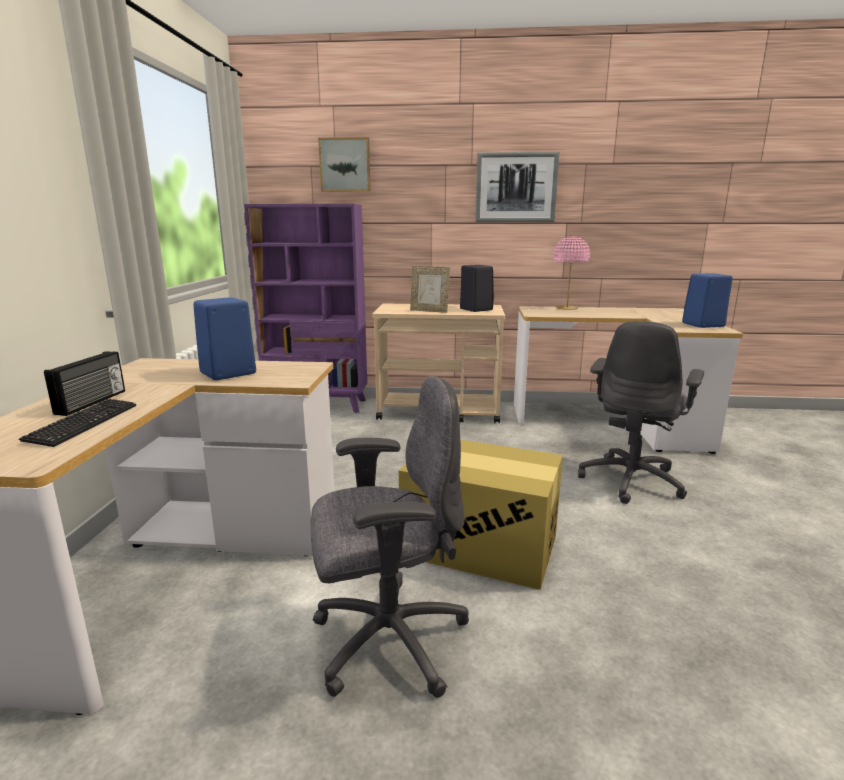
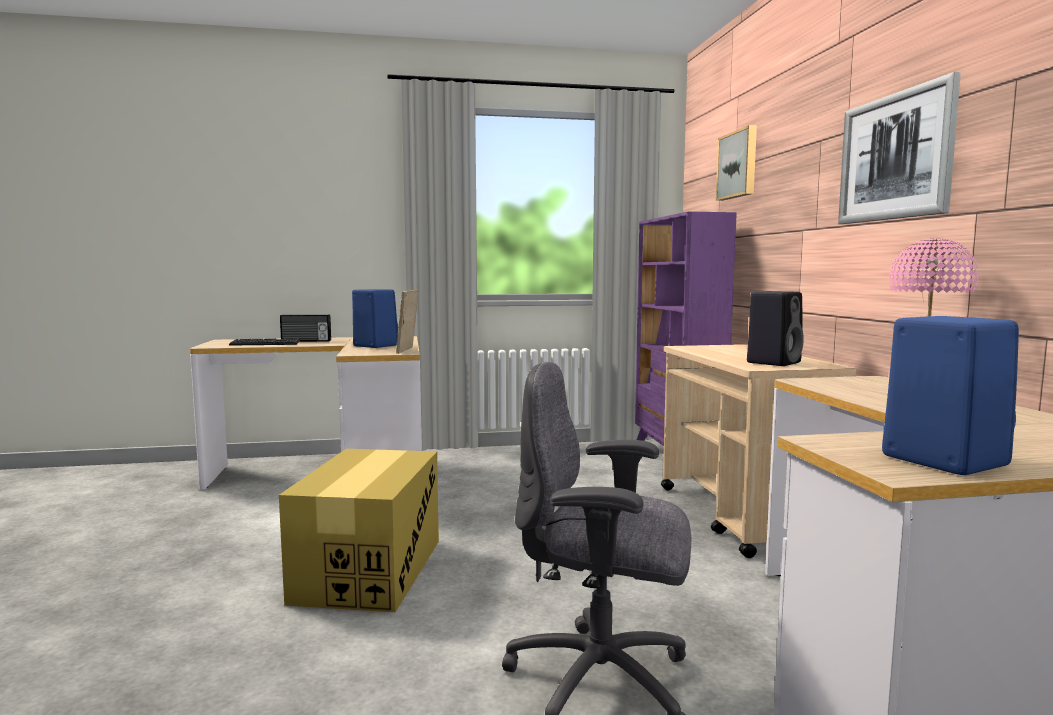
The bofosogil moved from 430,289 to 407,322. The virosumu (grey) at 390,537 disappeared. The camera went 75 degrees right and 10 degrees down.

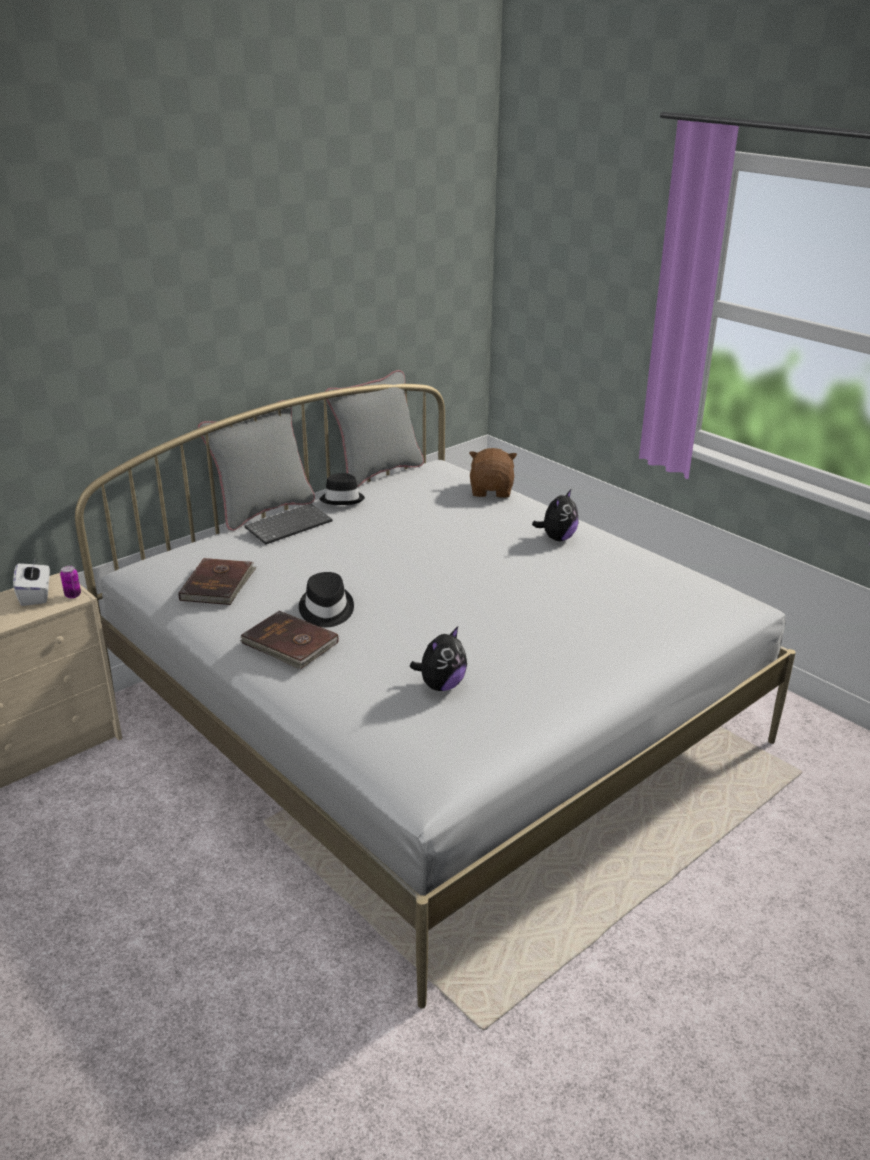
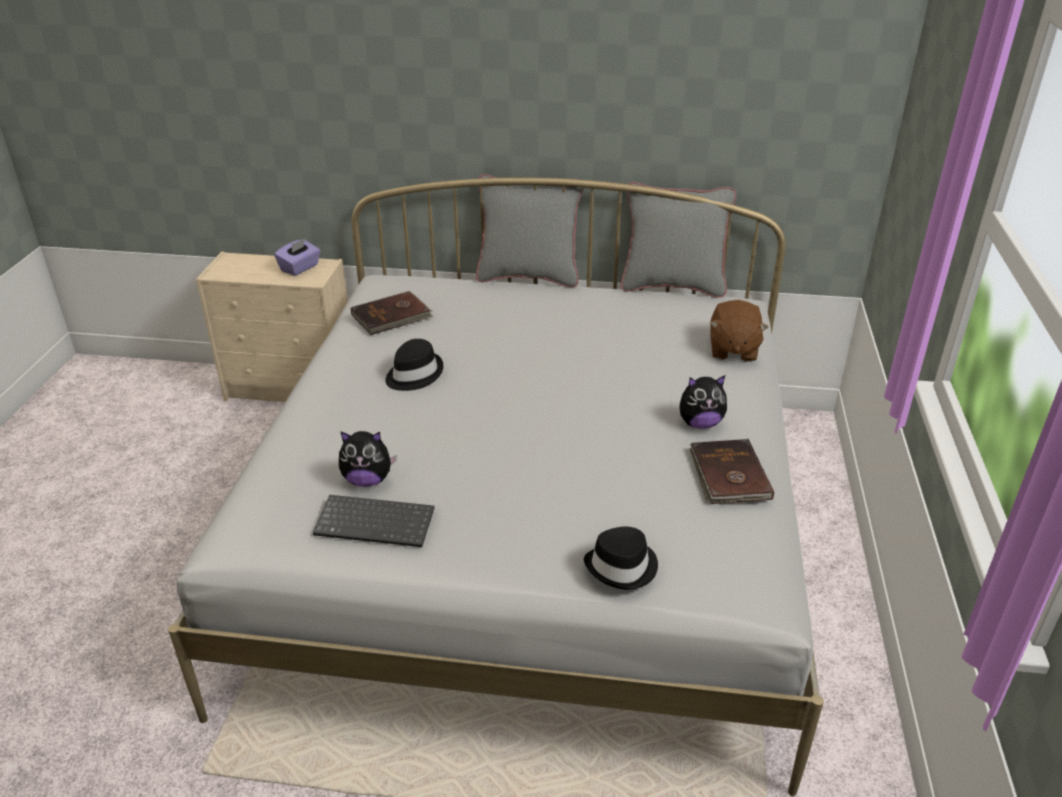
The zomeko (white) at 31,581 became the zomeko (purple) at 297,257. The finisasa moved from 289,524 to 373,521. The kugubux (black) moved from 342,489 to 621,558. The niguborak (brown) moved from 289,640 to 732,471. The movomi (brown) at 493,473 turned 135 degrees clockwise. The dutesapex at 70,582 disappeared. The camera went 50 degrees right and 5 degrees up.

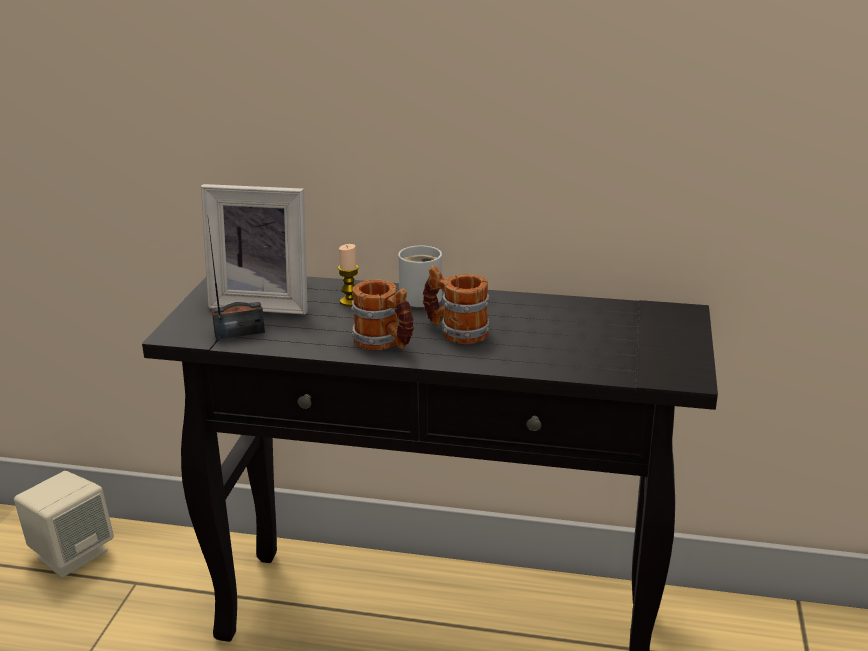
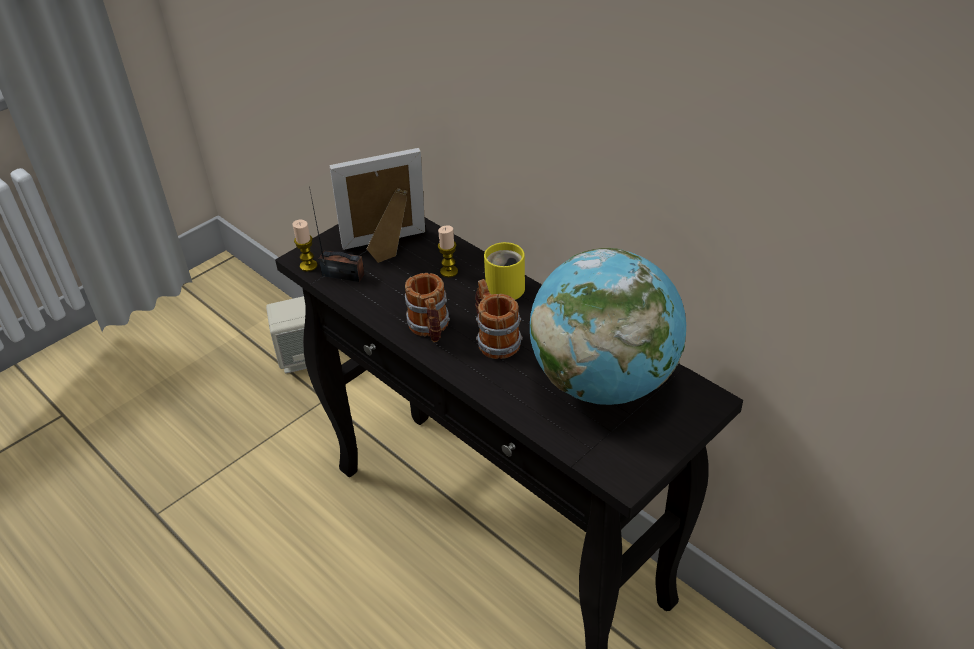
The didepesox at 305,246 appeared. The bofosogil at 254,249 turned 120 degrees clockwise. The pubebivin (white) at 420,276 became the pubebivin (yellow) at 504,271. The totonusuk at 608,326 appeared. The camera went 35 degrees right and 15 degrees up.

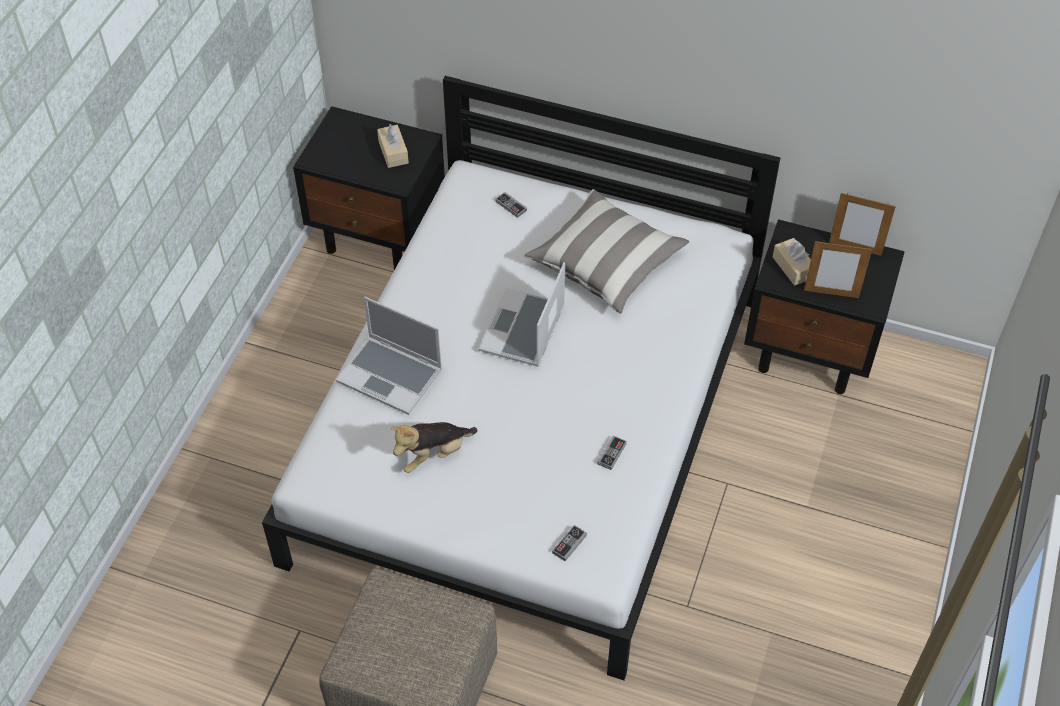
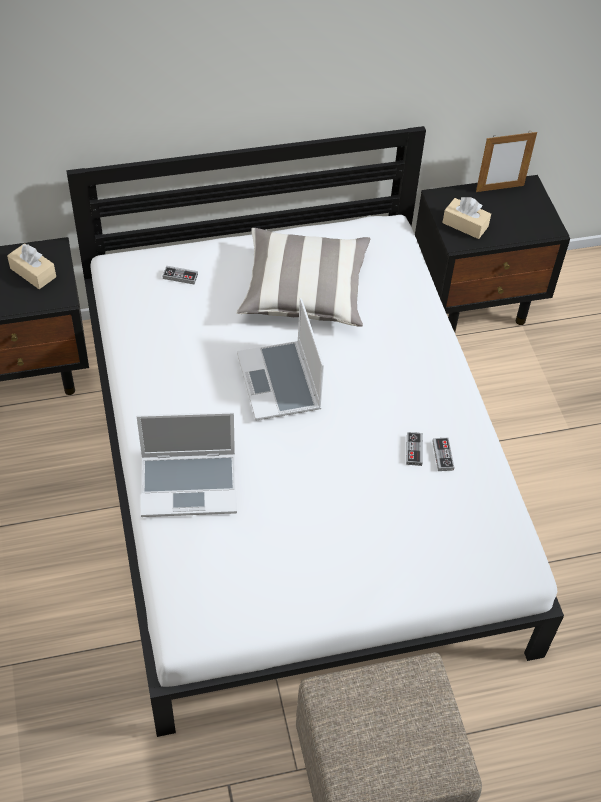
The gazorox moved from 569,543 to 414,449. The movomi at 434,447 disappeared. The bofosogil at 838,269 disappeared. The camera went 35 degrees left and 0 degrees up.

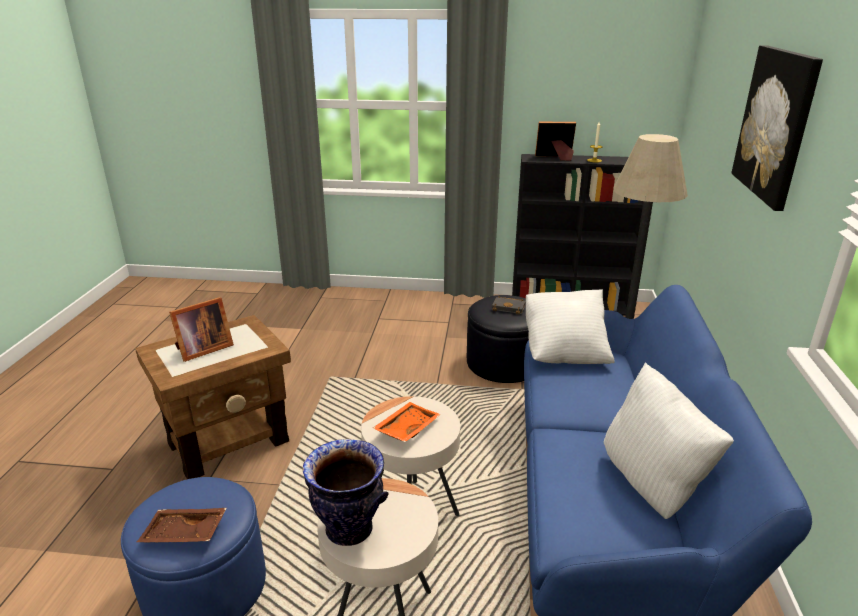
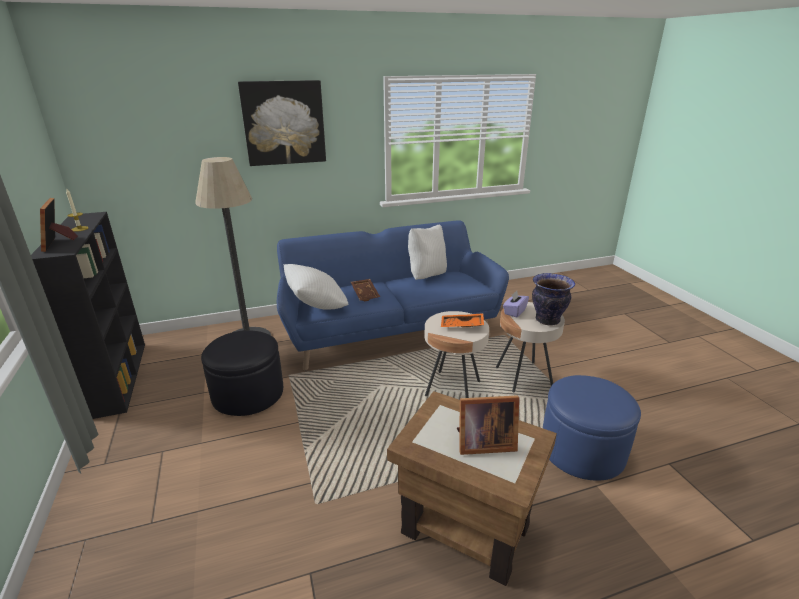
The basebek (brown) moved from 182,525 to 365,290. The bofosogil at 201,329 turned 150 degrees clockwise. The zomeko (purple) at 516,304 appeared. The niguborak (black) at 509,305 disappeared. The camera went 115 degrees left and 0 degrees up.

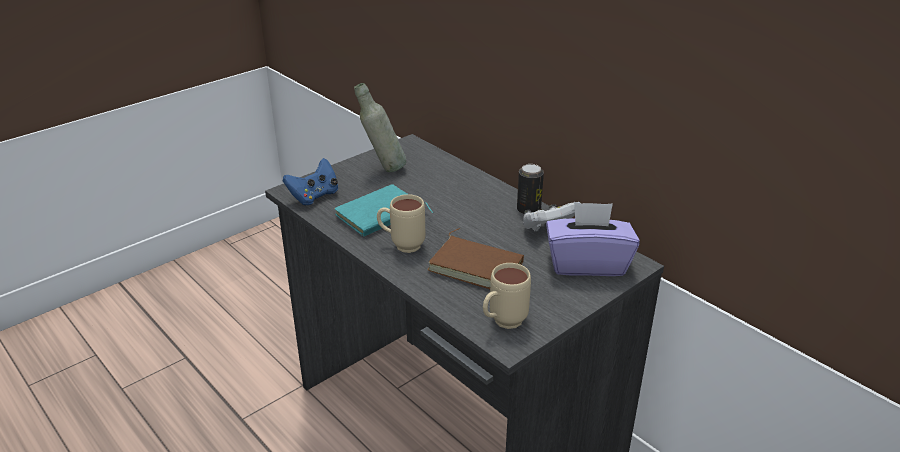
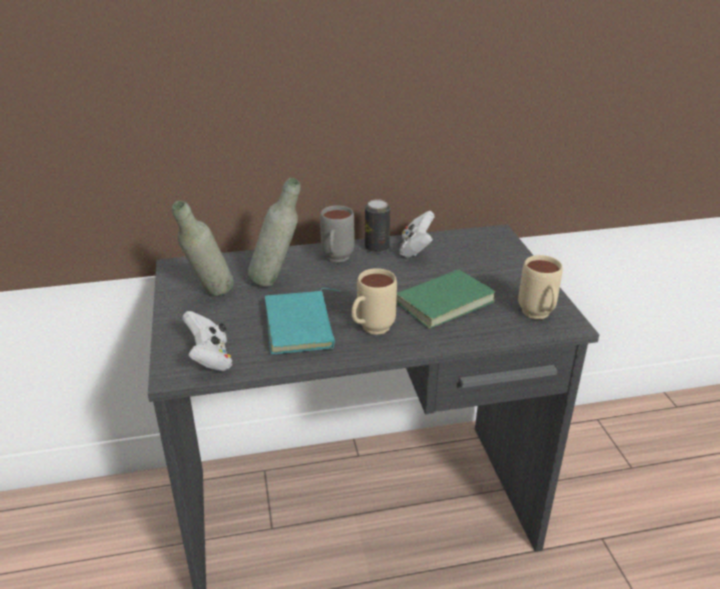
The gazorox (blue) at 310,181 became the gazorox (white) at 207,341. The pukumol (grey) at 274,232 appeared. The pubebivin (grey) at 337,234 appeared. The niguborak (brown) at 475,258 became the niguborak (green) at 445,298. The zomeko (purple) at 593,239 disappeared. The camera went 60 degrees left and 0 degrees up.

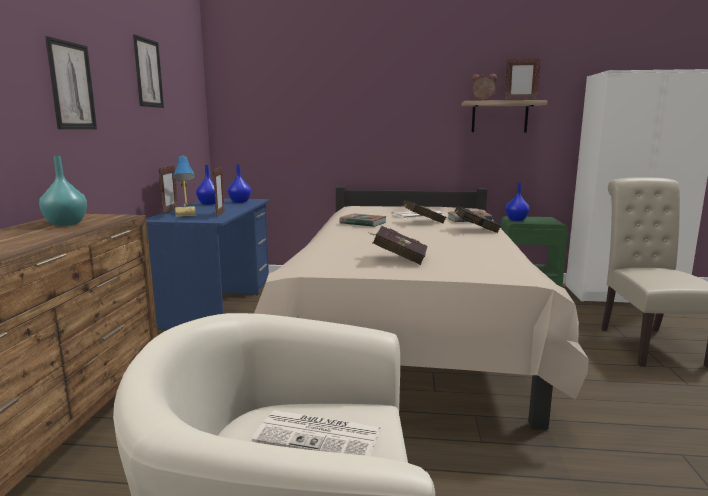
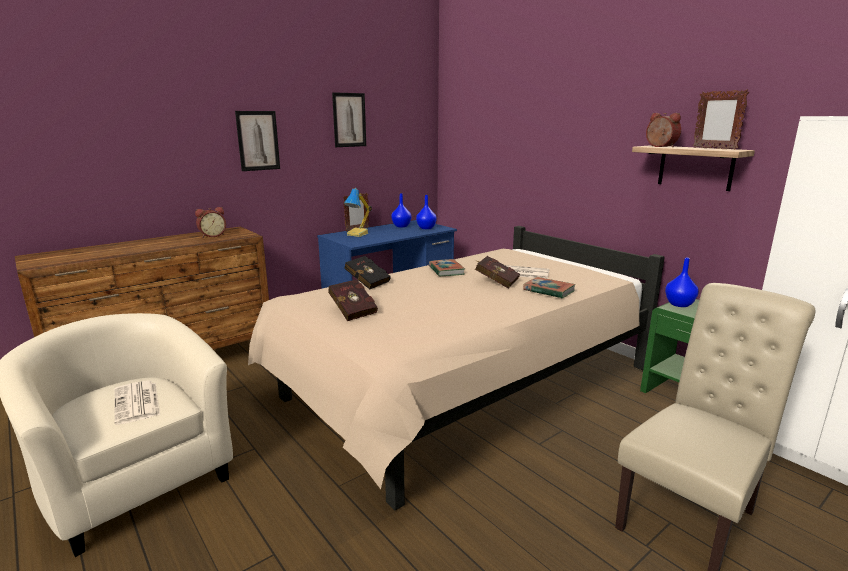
The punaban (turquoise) at 63,191 was replaced by the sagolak at 210,222. The niguborak (black) moved from 475,219 to 367,273. The bofosogil at 219,192 disappeared. The camera went 45 degrees right and 5 degrees up.

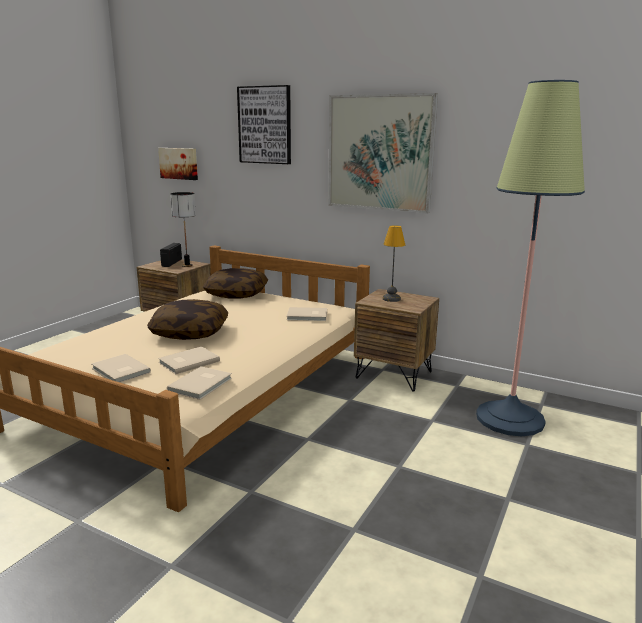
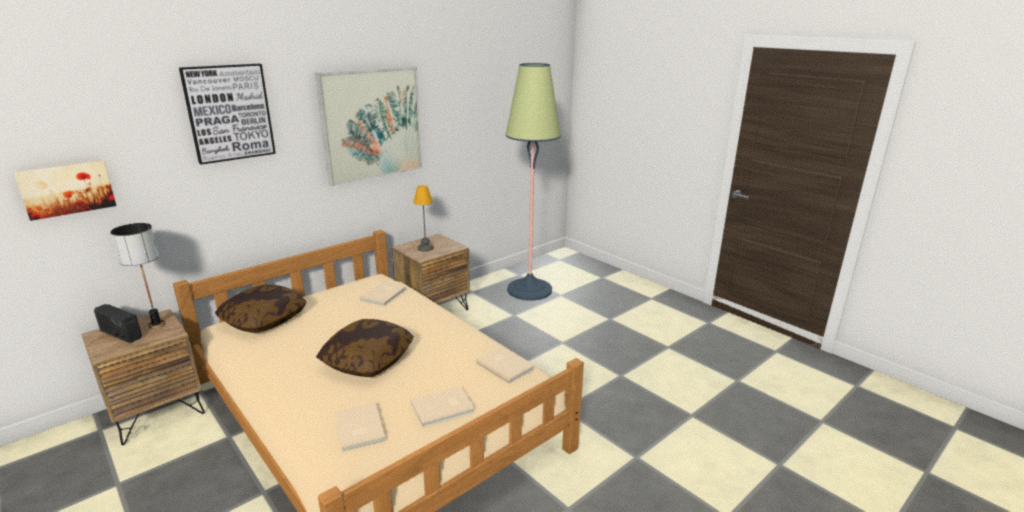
The niguborak (beige) moved from 189,360 to 360,427. The camera went 70 degrees left and 5 degrees up.

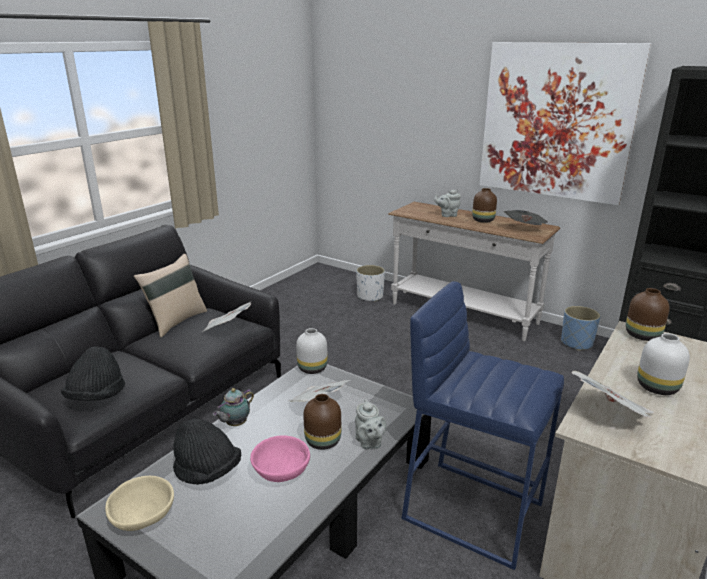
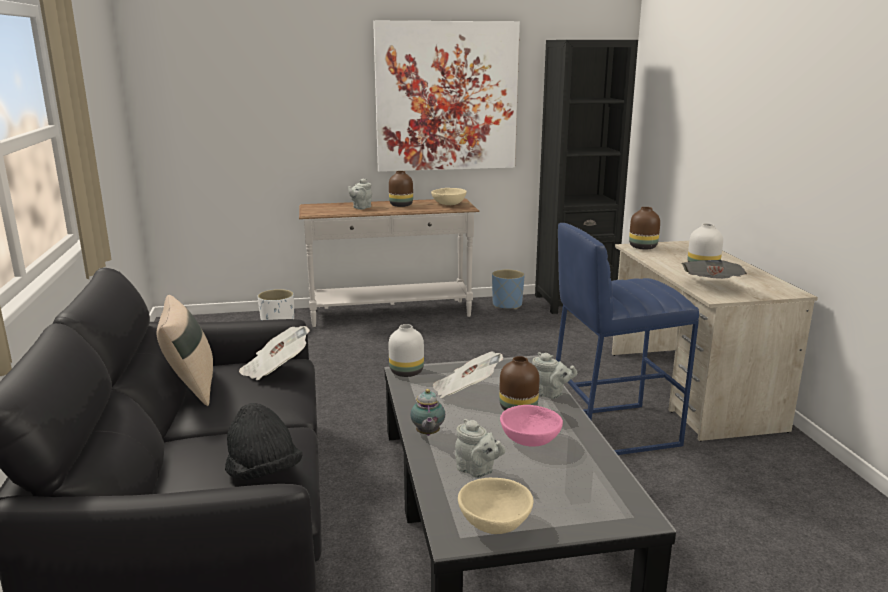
The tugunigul at 525,217 was replaced by the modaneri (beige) at 449,196. The kugubux (black) at 207,452 was replaced by the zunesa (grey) at 480,448. The camera went 45 degrees left and 5 degrees down.

